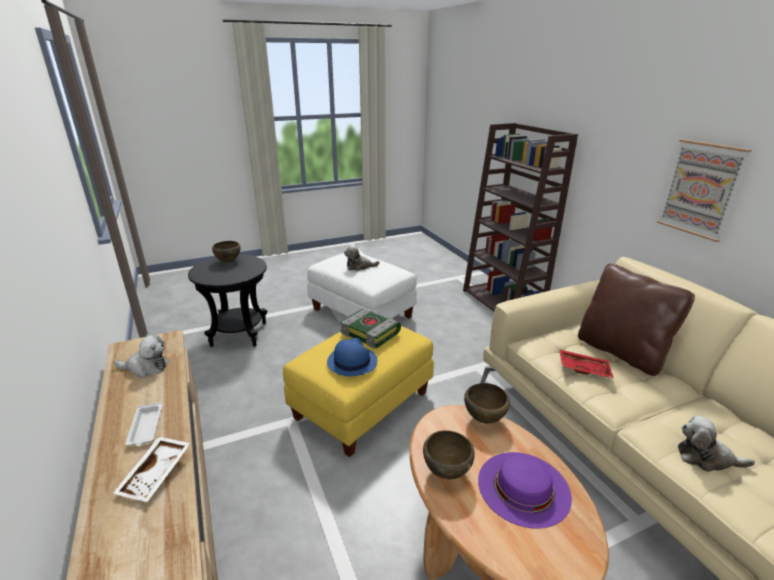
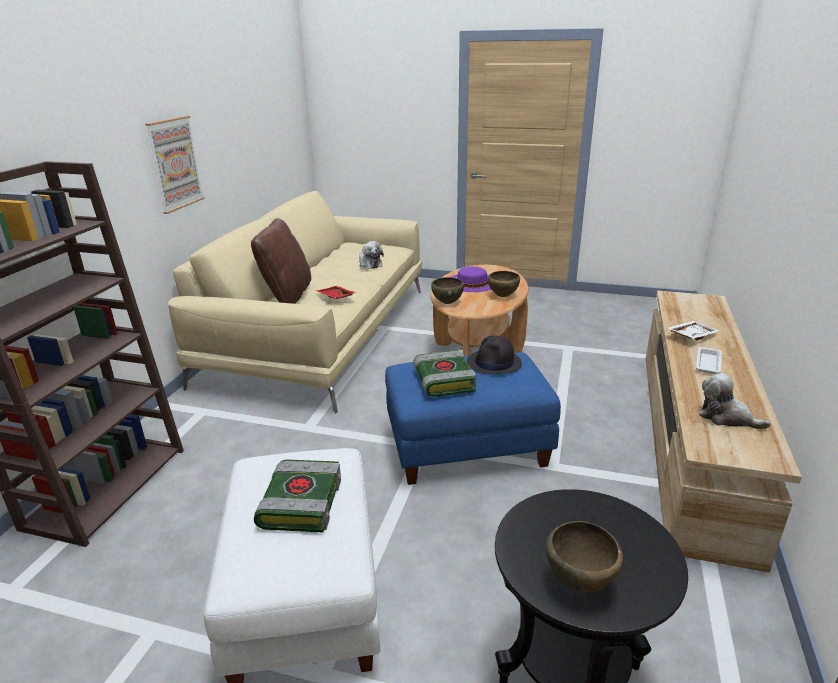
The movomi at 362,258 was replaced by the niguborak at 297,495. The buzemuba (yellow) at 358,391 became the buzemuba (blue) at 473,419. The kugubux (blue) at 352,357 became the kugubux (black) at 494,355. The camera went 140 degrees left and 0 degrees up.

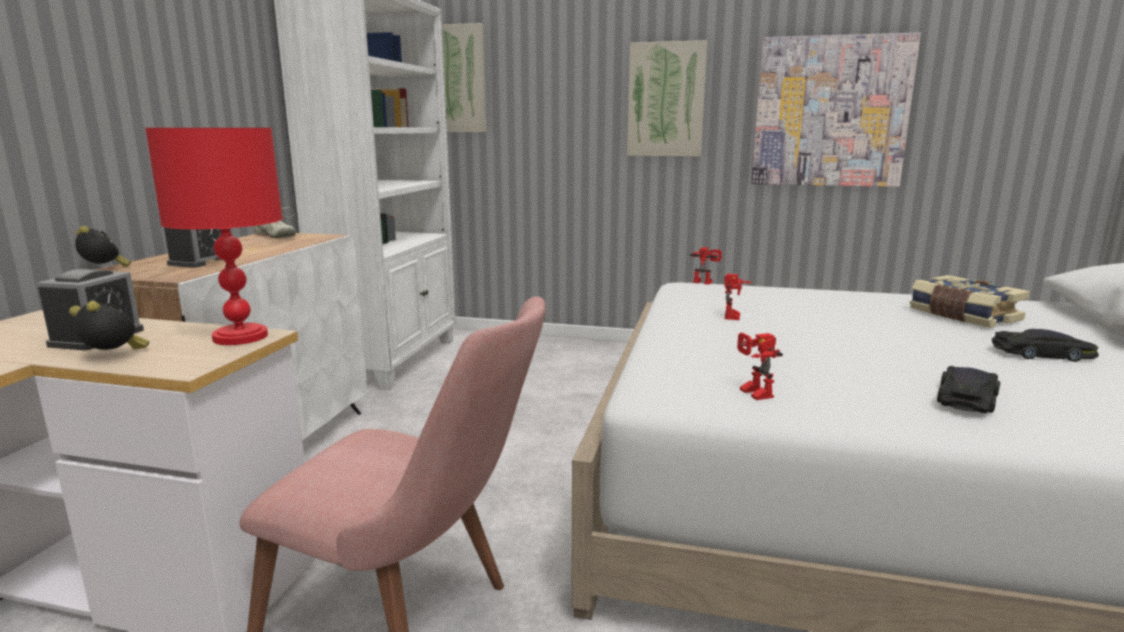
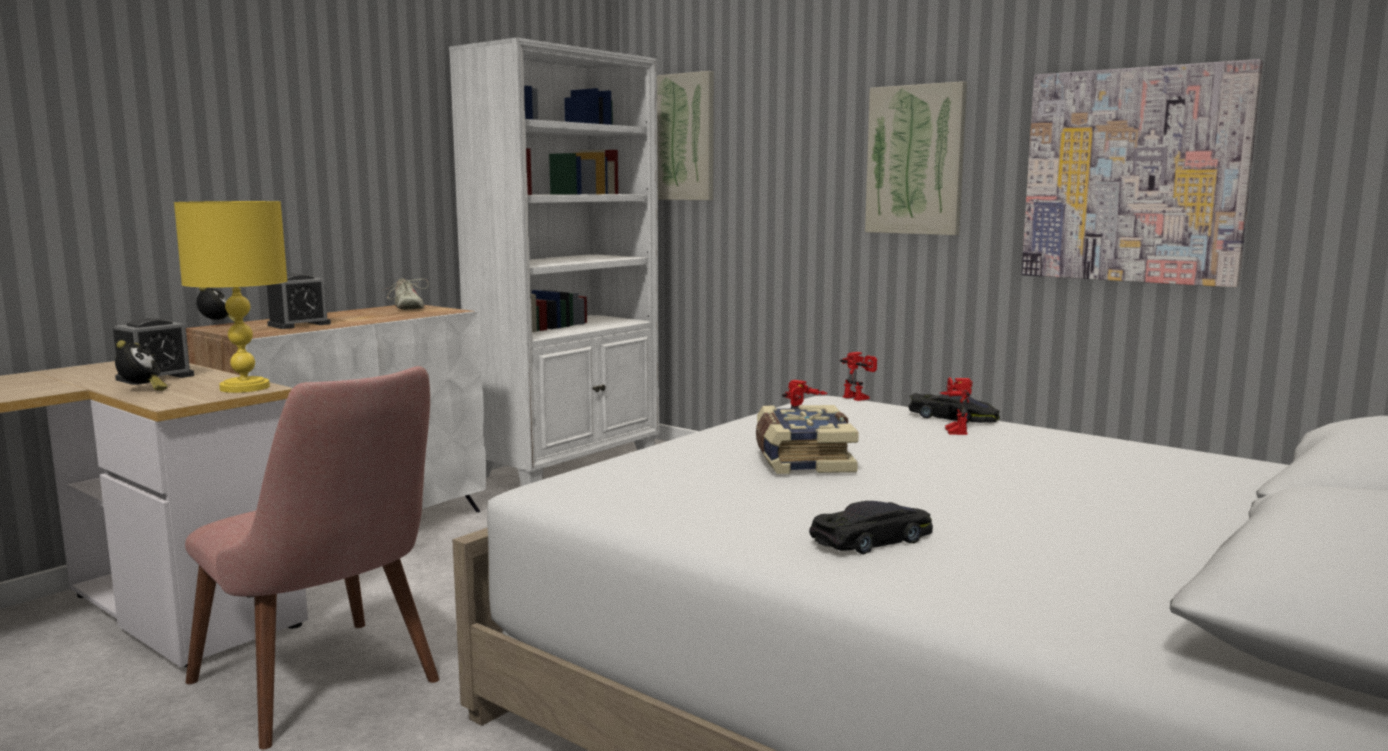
The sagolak at 109,325 turned 45 degrees clockwise. The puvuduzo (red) at 214,236 became the puvuduzo (yellow) at 231,297. The niguborak moved from 970,301 to 807,439. The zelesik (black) moved from 1045,345 to 954,408. The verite moved from 760,366 to 956,406. The camera went 25 degrees right and 5 degrees down.

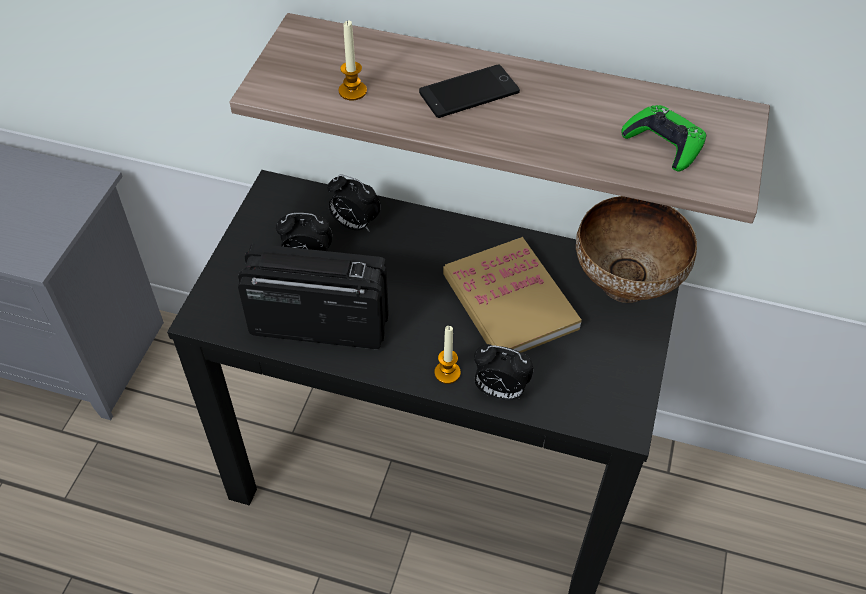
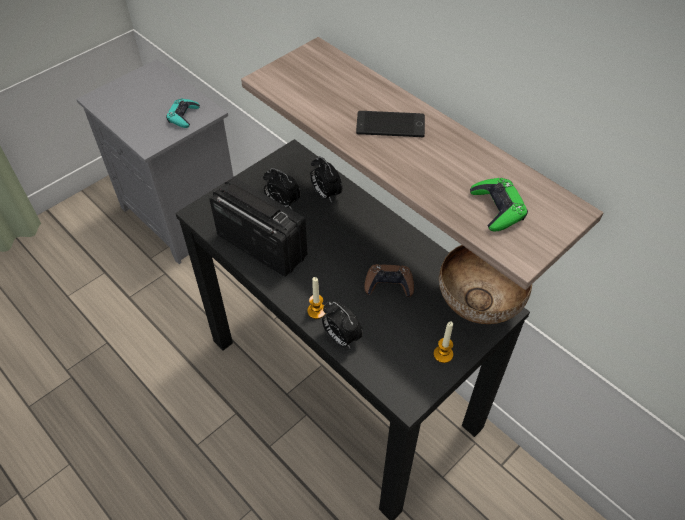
The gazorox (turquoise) at 183,113 appeared. The niguborak at 512,294 was replaced by the gazorox (brown) at 389,280. The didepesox moved from 353,60 to 443,342. The camera went 30 degrees right and 0 degrees up.

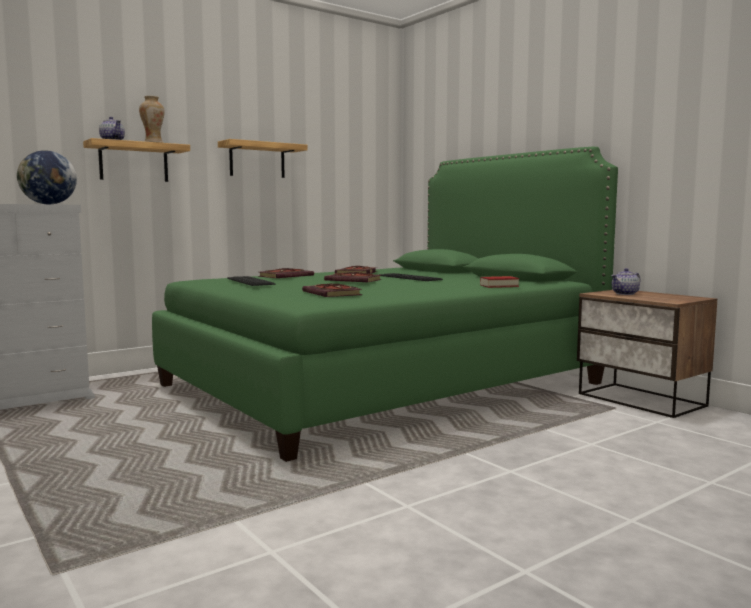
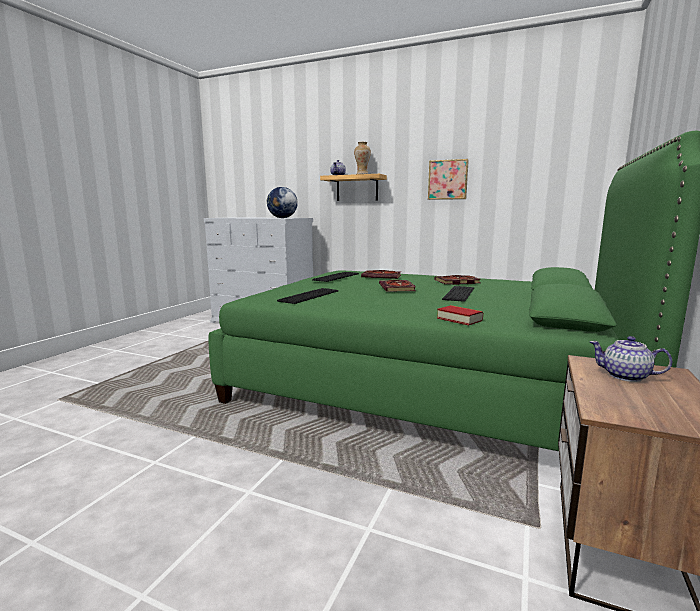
The niguborak at 332,290 was replaced by the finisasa at 308,296. The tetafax at 262,158 was replaced by the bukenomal at 448,179. The camera went 60 degrees right and 5 degrees up.

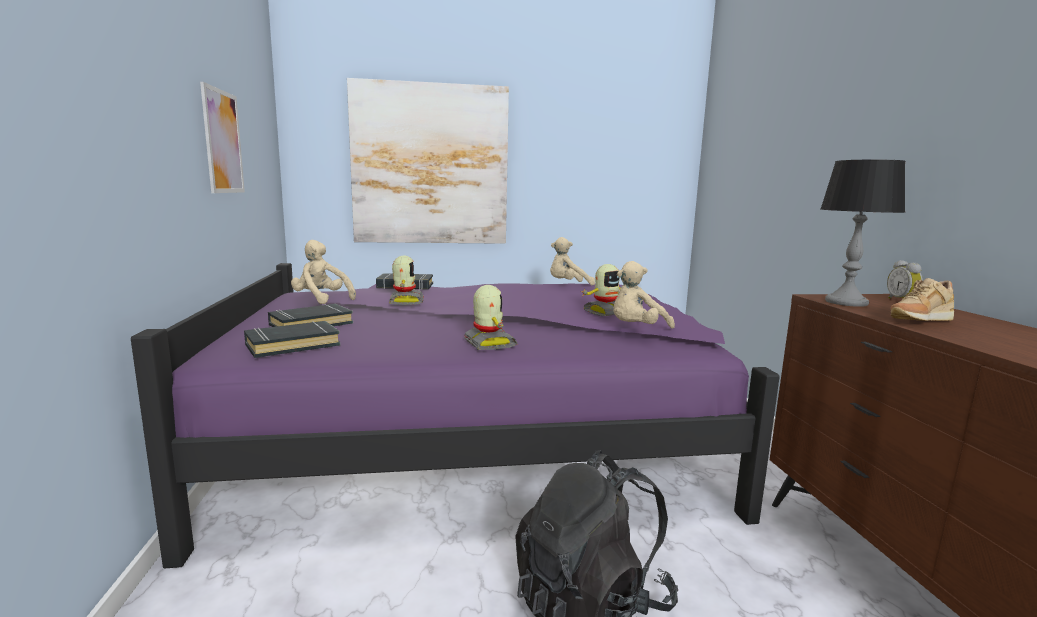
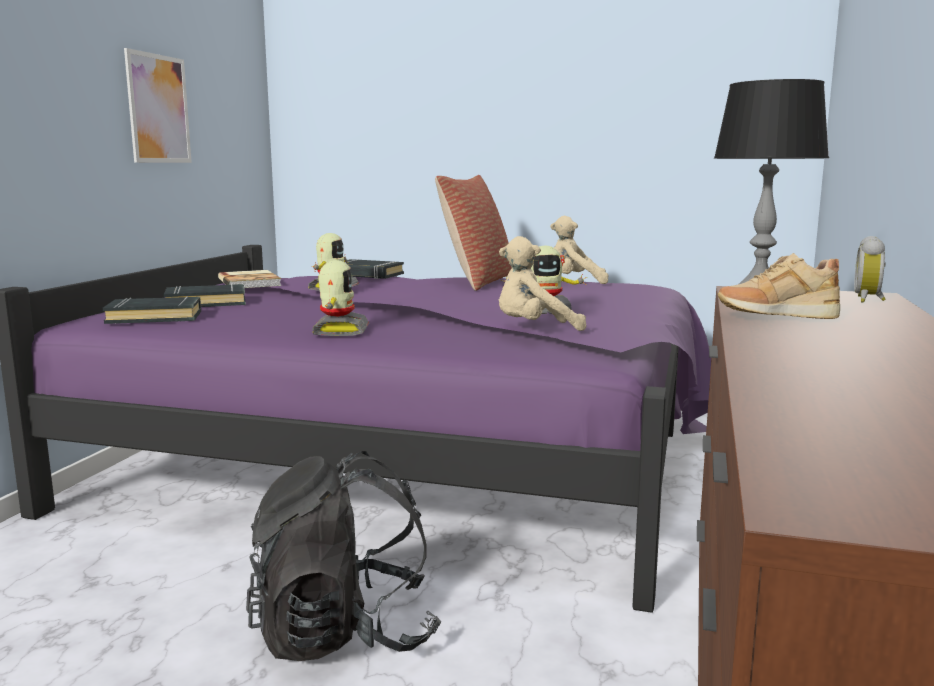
The movomi (beige) at 323,272 was replaced by the niguborak at 250,279. The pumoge at 473,233 appeared. The bukenomal at 428,161 disappeared. The camera went 25 degrees right and 0 degrees up.

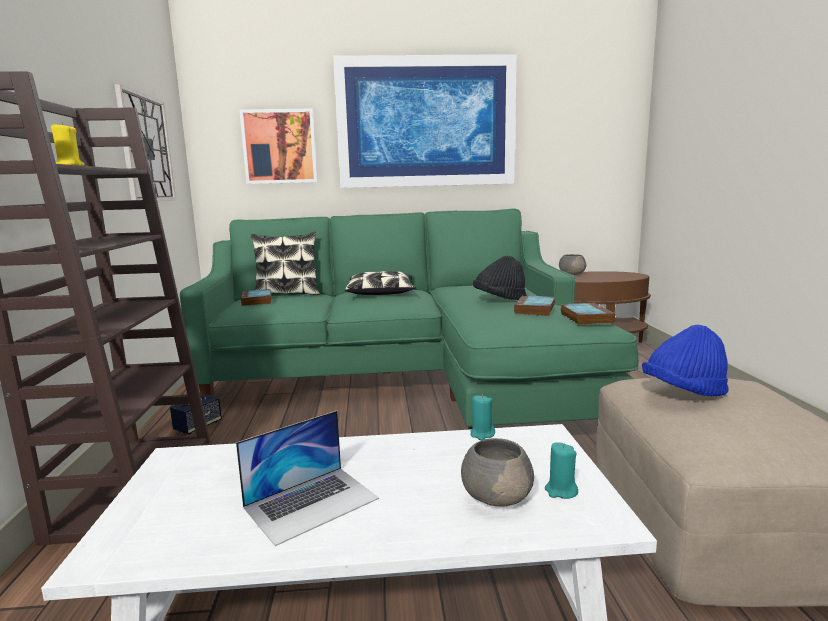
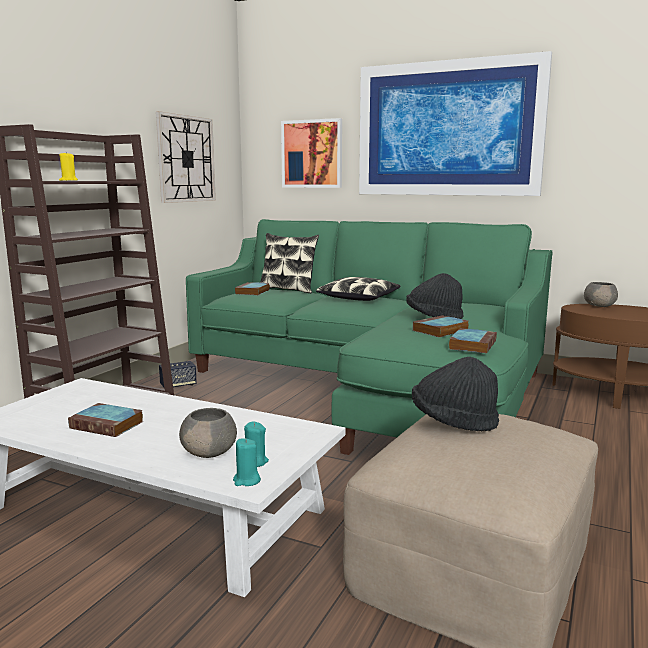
The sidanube at 307,478 was replaced by the niguborak at 106,420. The didepesox (turquoise) moved from 482,417 to 247,462. The kugubux (blue) at 685,360 became the kugubux (black) at 455,394. The camera went 30 degrees right and 0 degrees up.

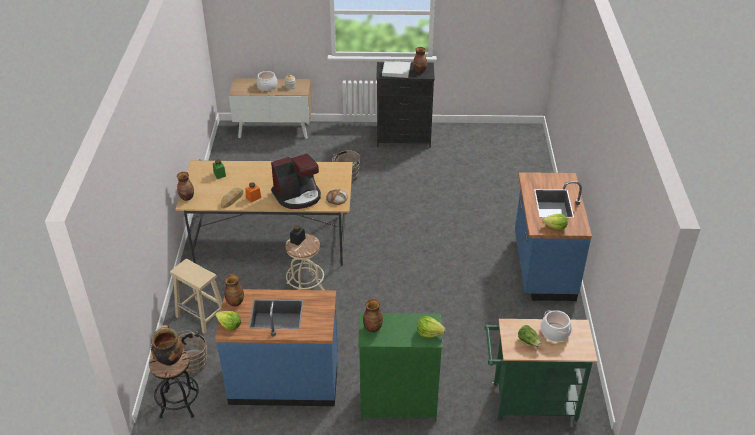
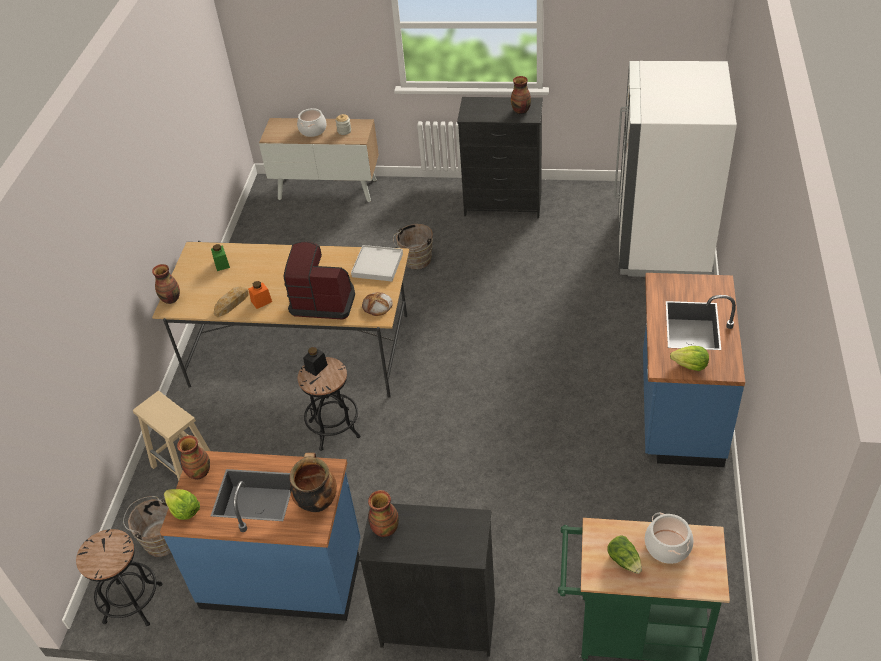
The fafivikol at 296,181 turned 150 degrees counterclockwise. The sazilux moved from 167,345 to 313,482. The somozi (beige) at 304,262 became the somozi (black) at 329,404. The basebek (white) moved from 396,68 to 377,263. The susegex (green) at 400,367 became the susegex (black) at 427,580. The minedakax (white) at 675,169 appeared. The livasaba at 431,327 disappeared. The camera went 10 degrees right and 5 degrees up.

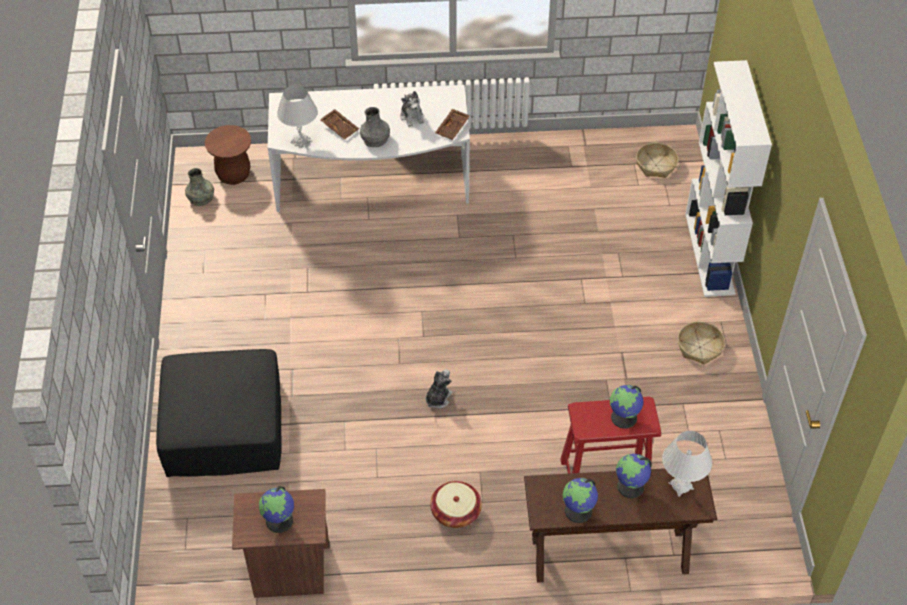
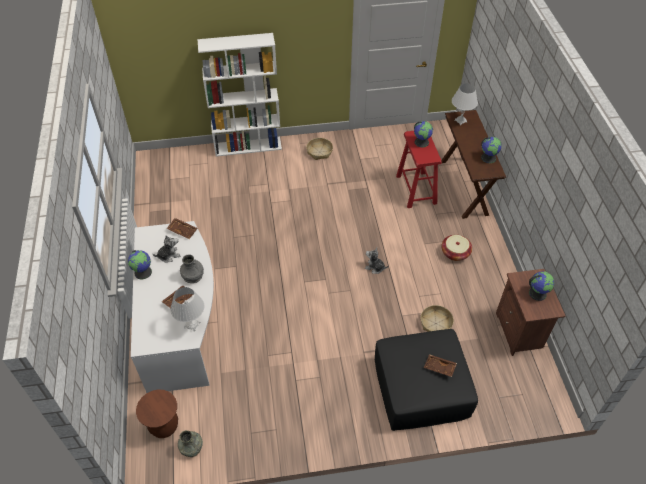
The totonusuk moved from 634,476 to 140,264. The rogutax moved from 657,160 to 437,318. The basebek (brown) at 440,365 appeared. The camera went 95 degrees left and 0 degrees up.

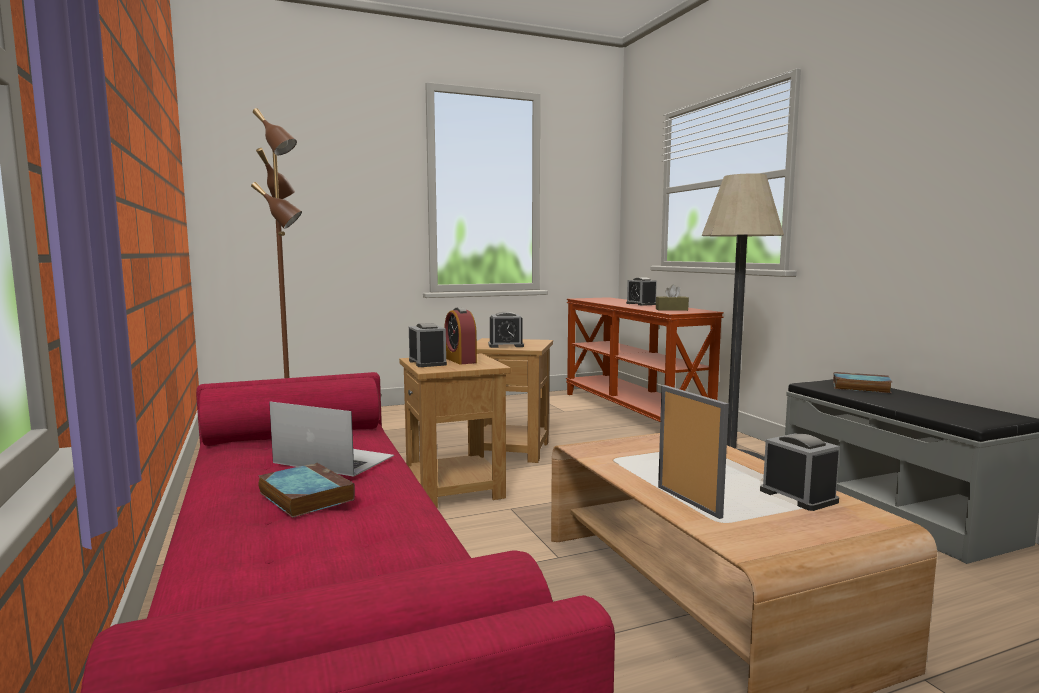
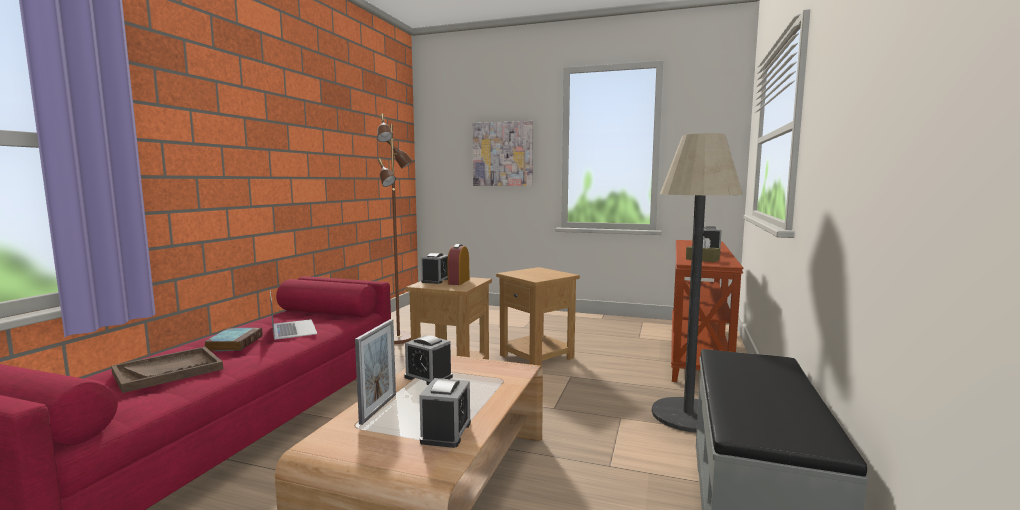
The basebek (brown) at 167,370 appeared. The sagolak moved from 506,330 to 428,360. The bukenomal at 503,153 appeared. The niguborak at 862,382 disappeared. The camera went 40 degrees right and 0 degrees up.

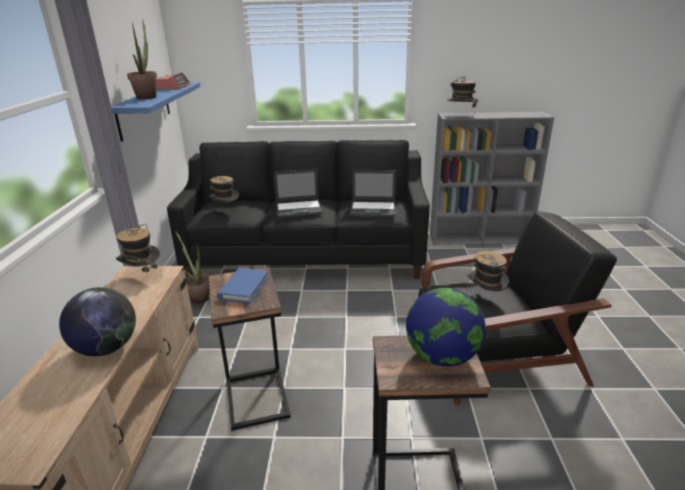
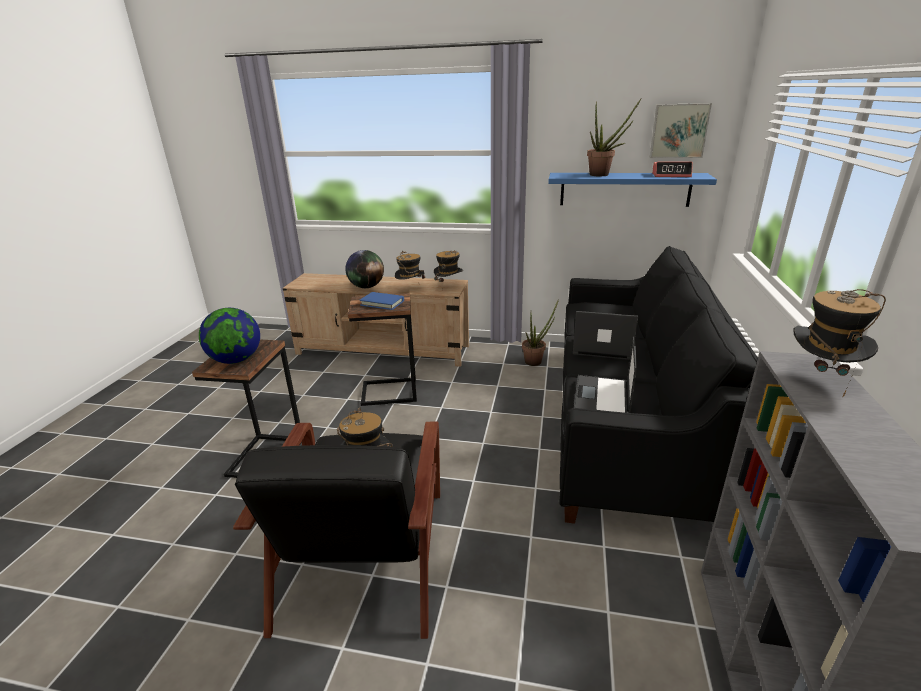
The kugubux moved from 224,192 to 410,265. The sidanube at 298,193 turned 105 degrees clockwise. The bukenomal at 681,130 appeared. The camera went 100 degrees right and 0 degrees up.

